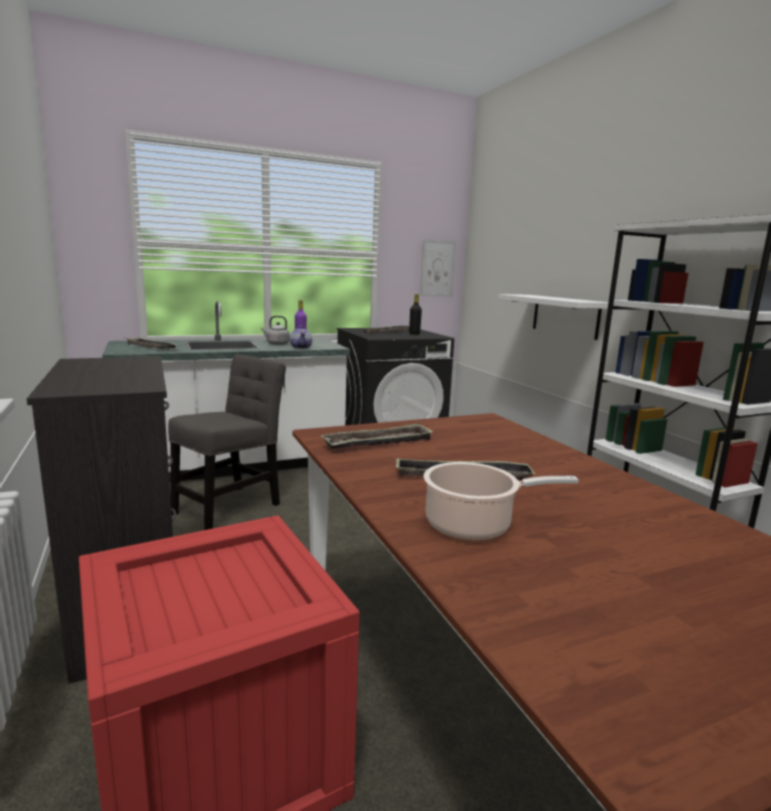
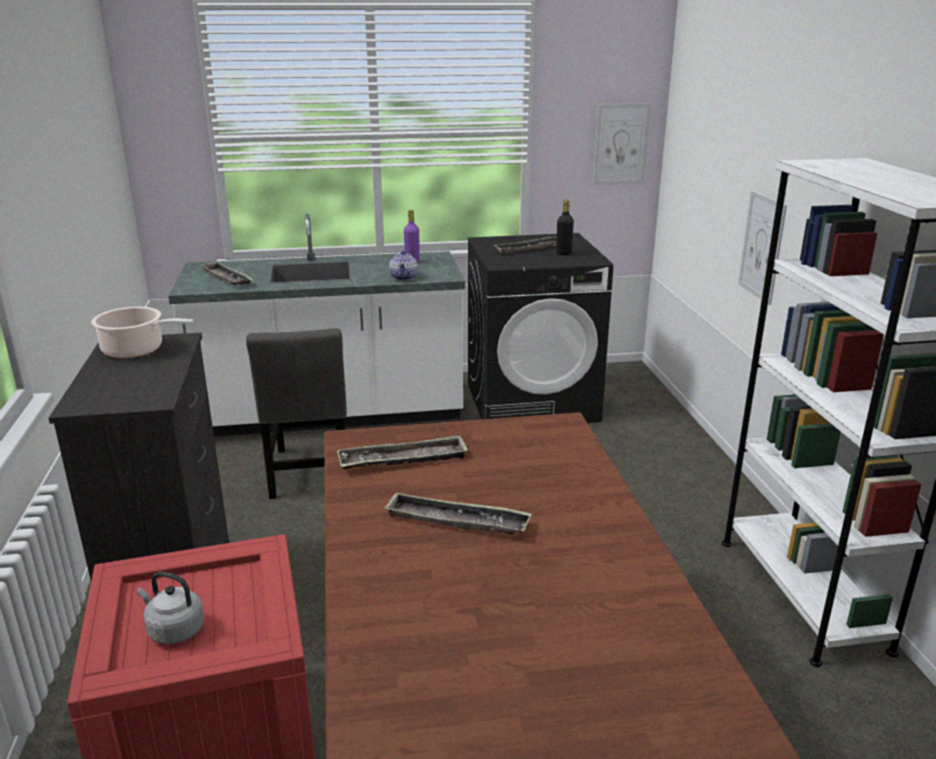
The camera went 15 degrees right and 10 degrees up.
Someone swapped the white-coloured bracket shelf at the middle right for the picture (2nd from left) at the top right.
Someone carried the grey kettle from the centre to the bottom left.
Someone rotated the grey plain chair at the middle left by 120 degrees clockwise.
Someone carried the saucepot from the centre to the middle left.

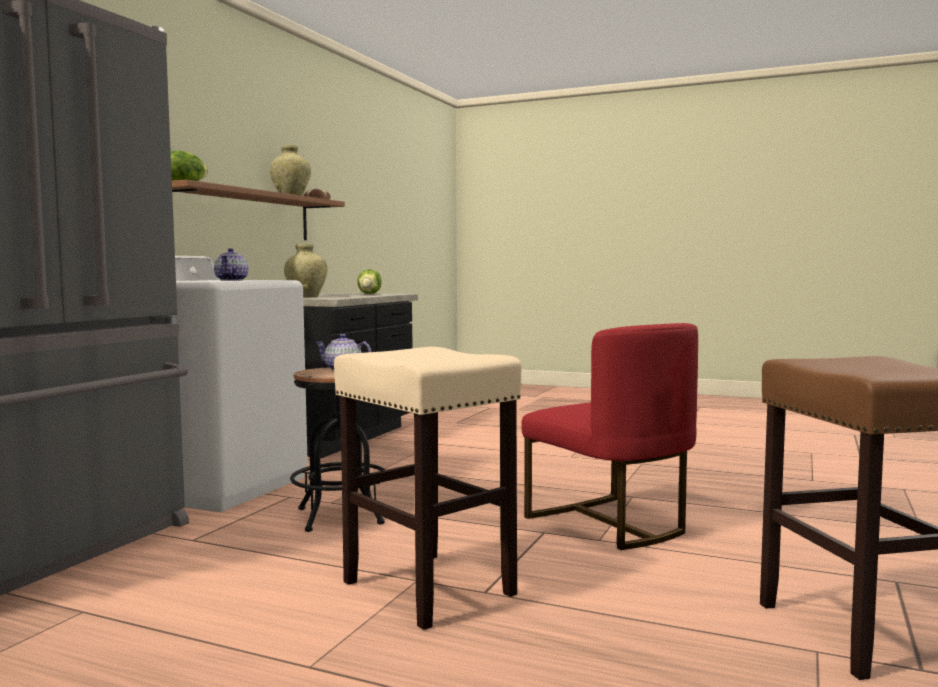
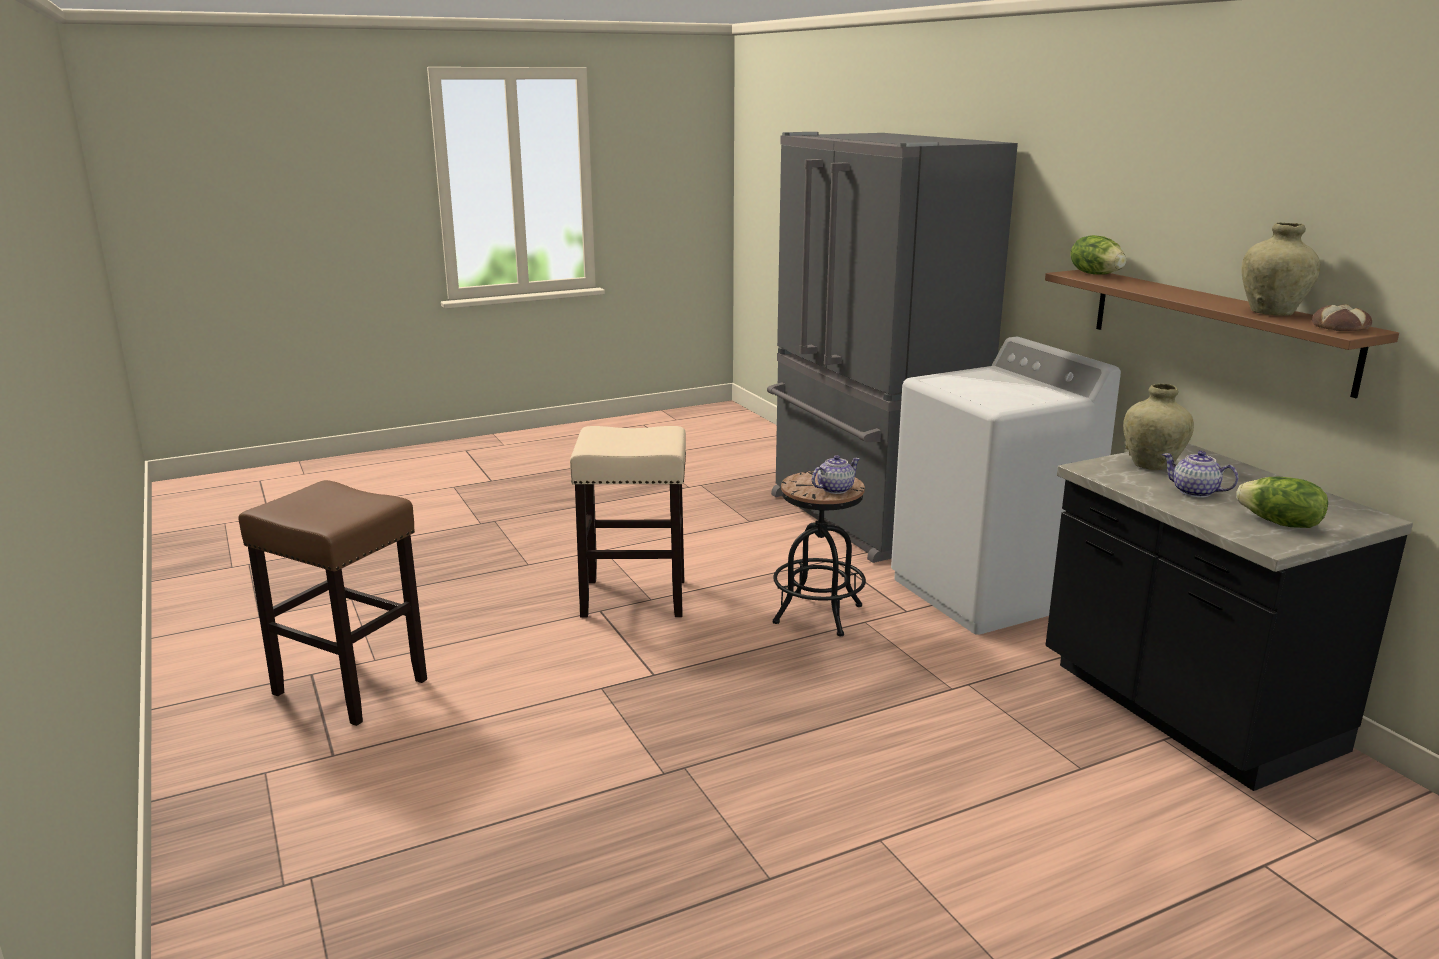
The camera went 130 degrees right and 15 degrees up.
Someone carried the tea pot (1st from left in the first image) from the middle left to the middle right.
Someone took away the reddish plain chair at the centre.

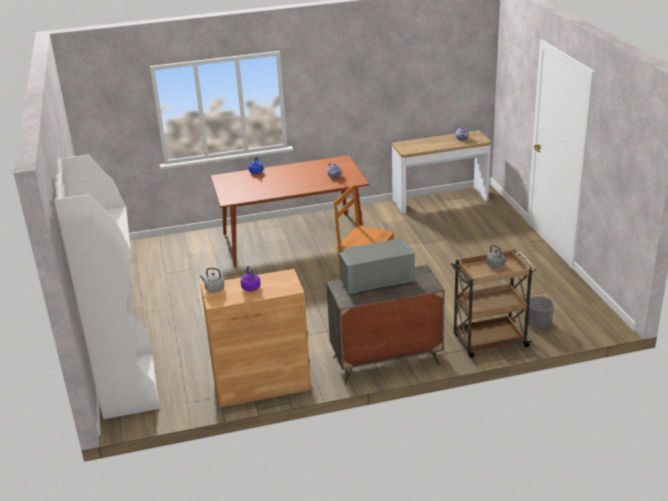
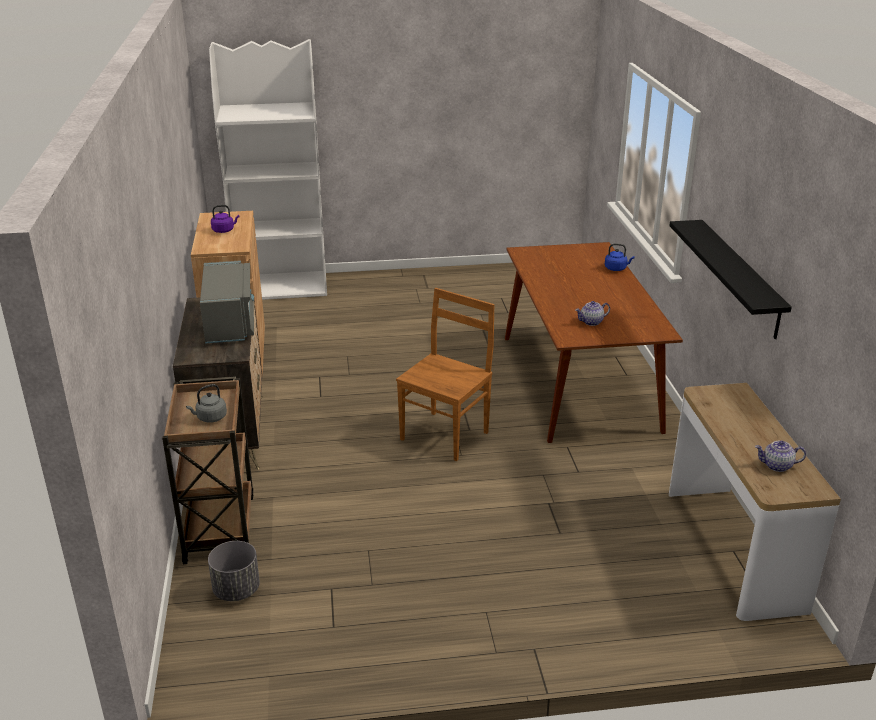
The camera went 95 degrees right and 0 degrees up.
Someone took away the grey kettle (1st from left) at the middle left.
Someone put up the black-coloured bracket shelf at the middle right.

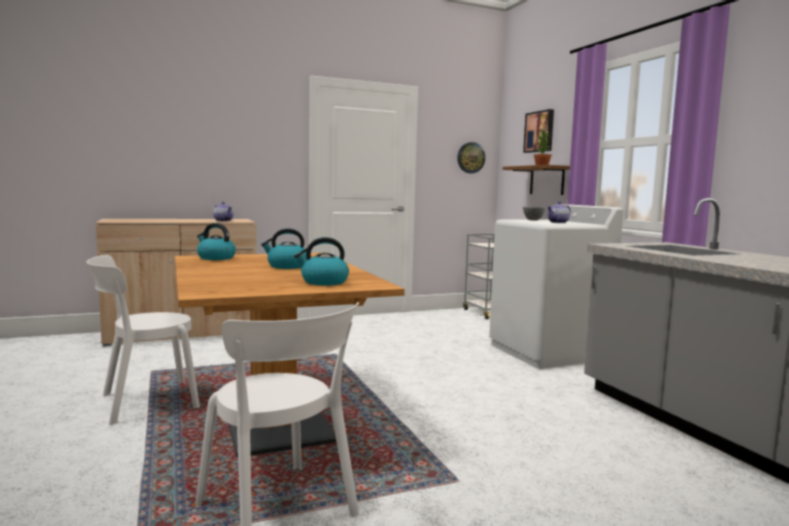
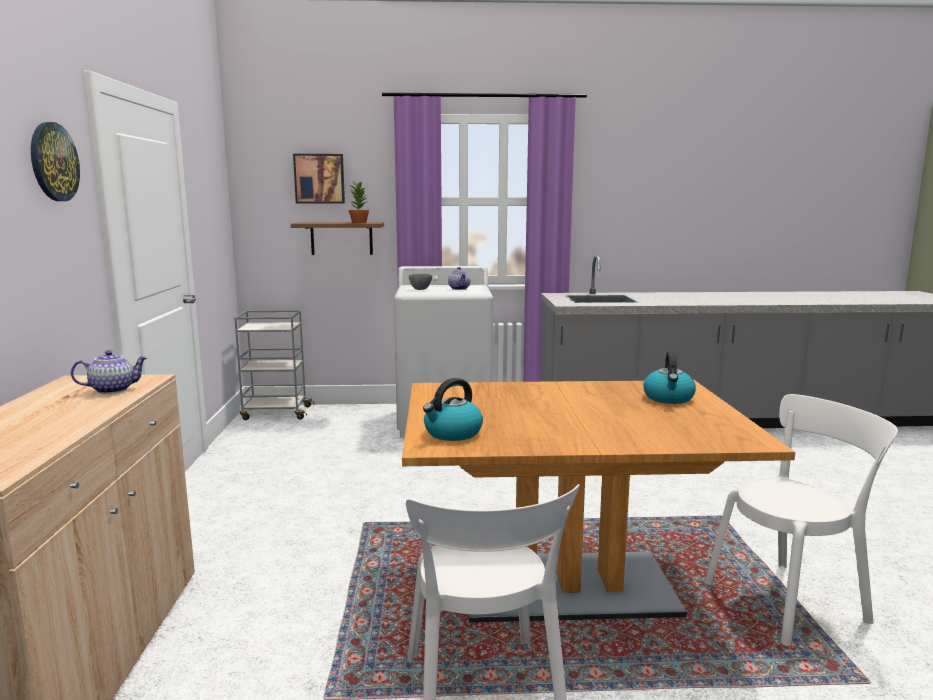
The camera went 70 degrees left and 5 degrees up.
Someone carried the wall clock from the top centre to the top left.
Someone took away the kettle (2nd from left) at the centre.

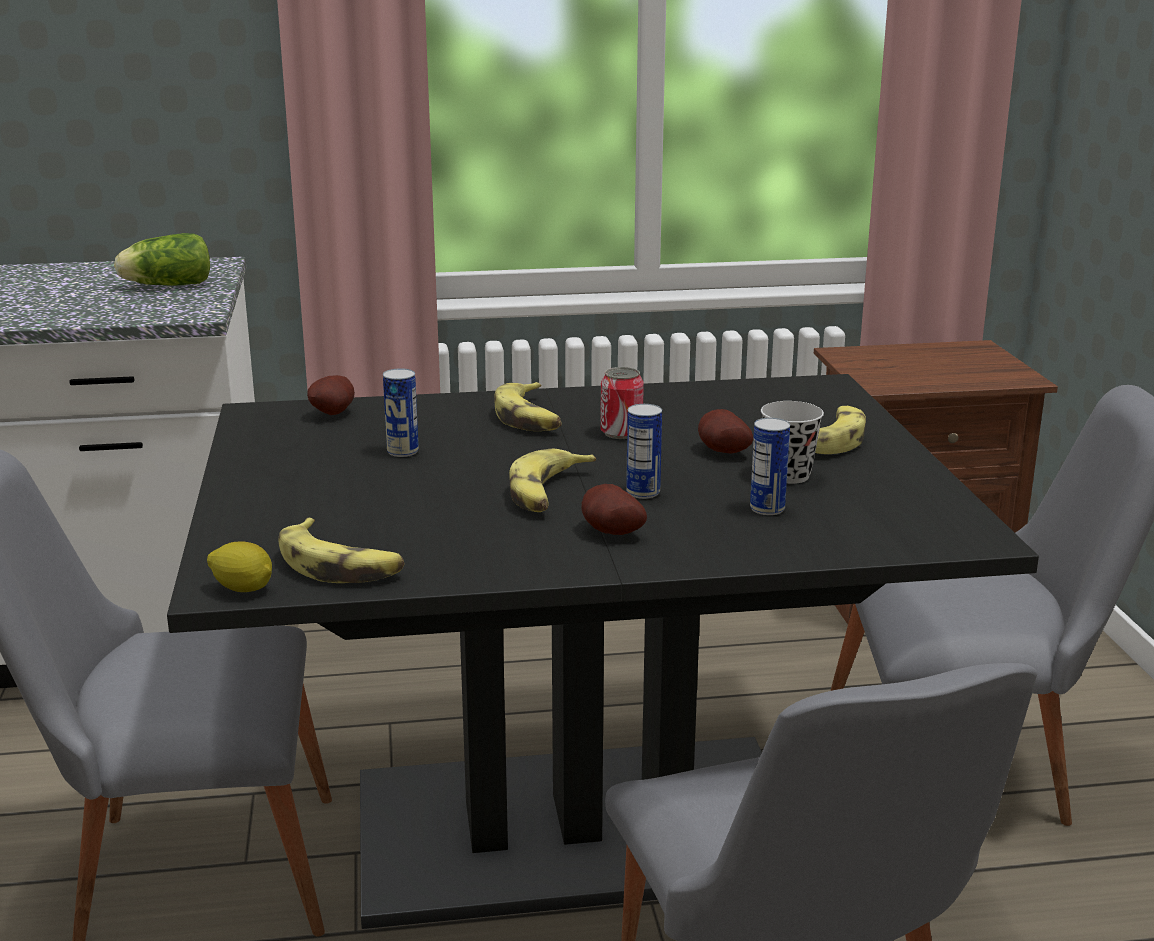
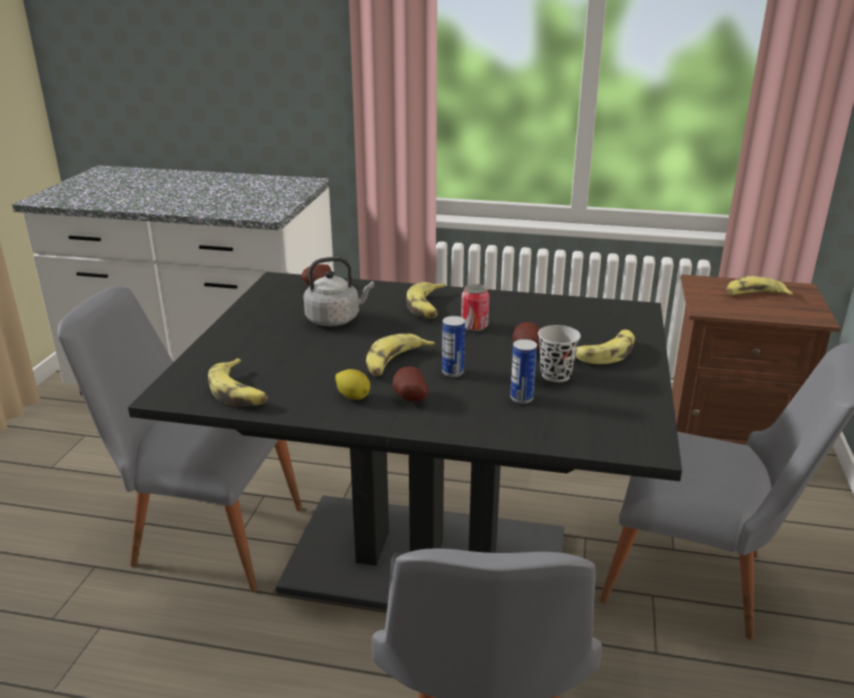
The camera went 20 degrees right and 5 degrees up.
Someone took away the head of lettuce at the top left.
Someone swapped the sealed can (1st from left) at the centre for the grey kettle at the centre.
Someone carried the lemon from the middle left to the centre.
Someone put down the whole banana (5th from left) at the middle right.

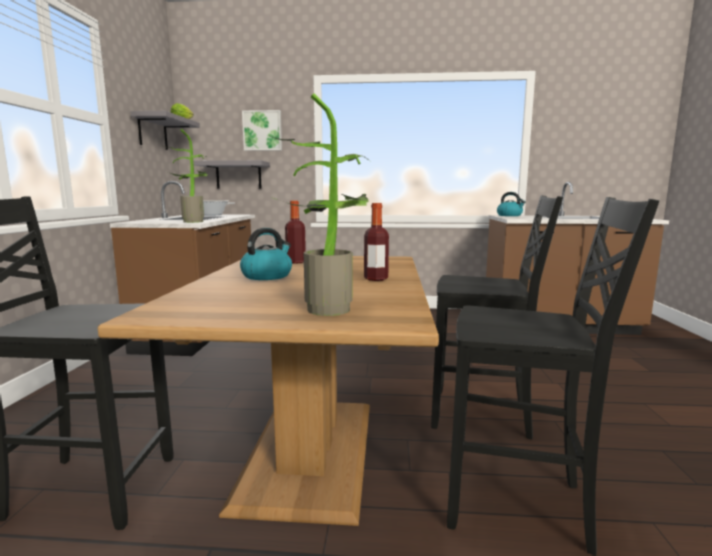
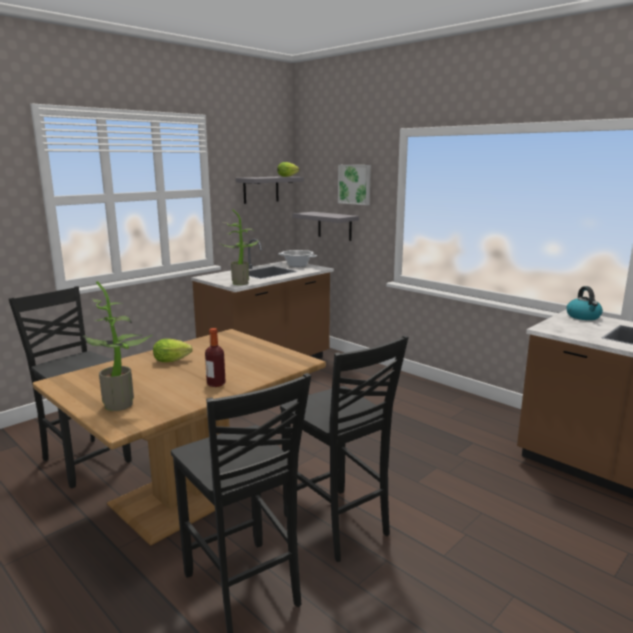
The camera went 40 degrees right and 5 degrees up.
Someone took away the beverage bottle (1st from left) at the centre.
Someone swapped the kettle (1st from left) at the centre for the head of lettuce (1st from left) at the middle left.

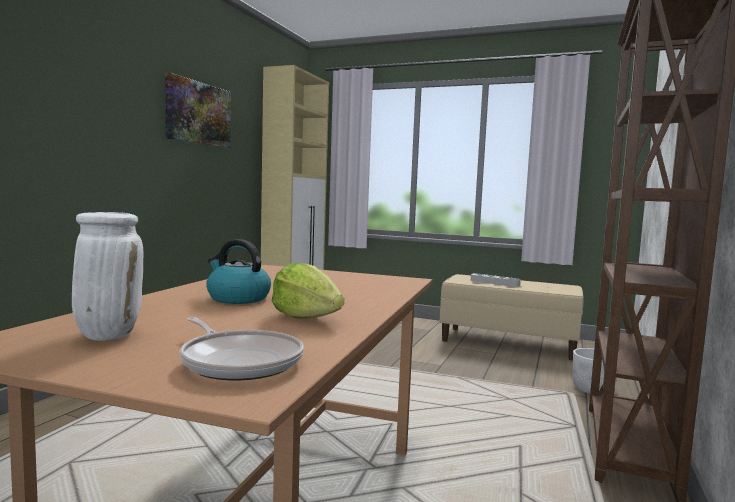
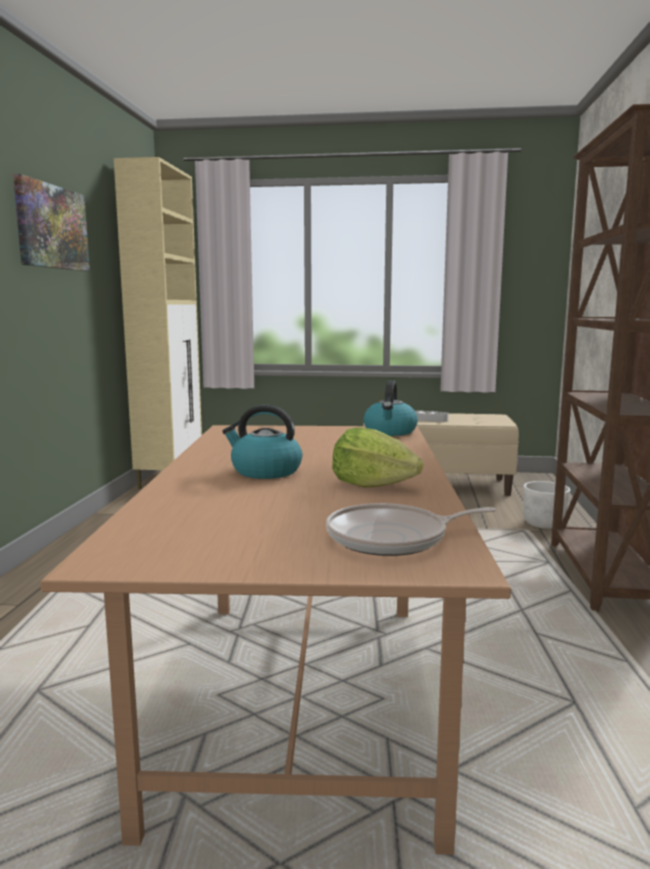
The camera went 15 degrees left and 5 degrees up.
Someone took away the white-coloured decorative vase at the middle left.
Someone rotated the pan at the bottom left by 135 degrees clockwise.
Someone put down the kettle (2nd from left) at the centre.

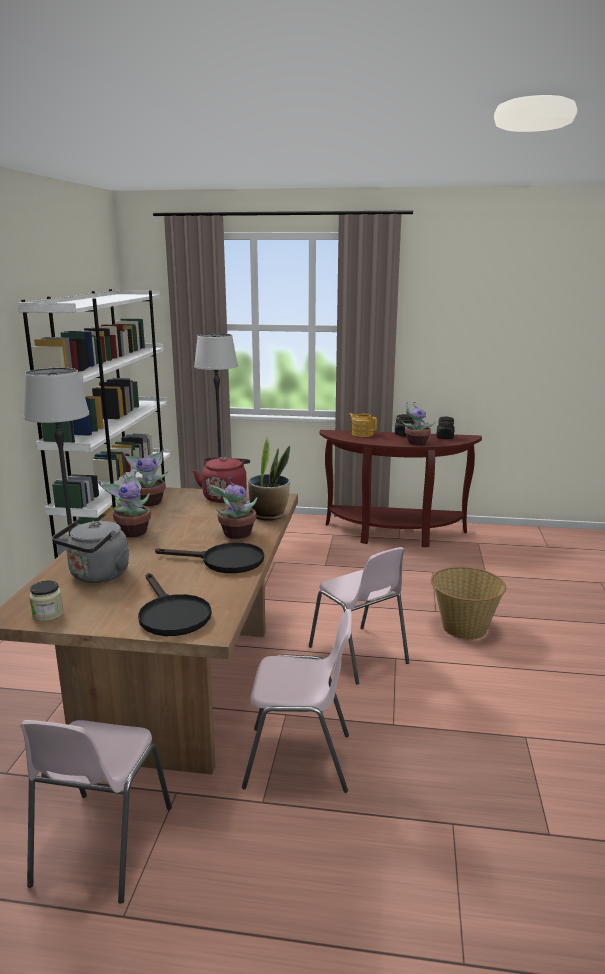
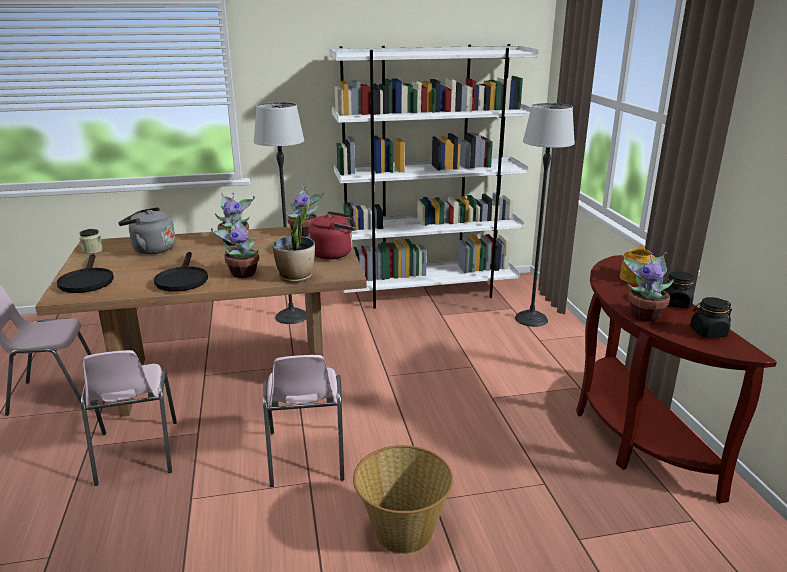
The camera went 70 degrees right and 5 degrees up.
Someone rotated the pinkish plain chair (3rd from left) at the centre by 45 degrees counterclockwise.
Someone rotated the black-coloured pan (1st from left) at the middle left by 60 degrees counterclockwise.

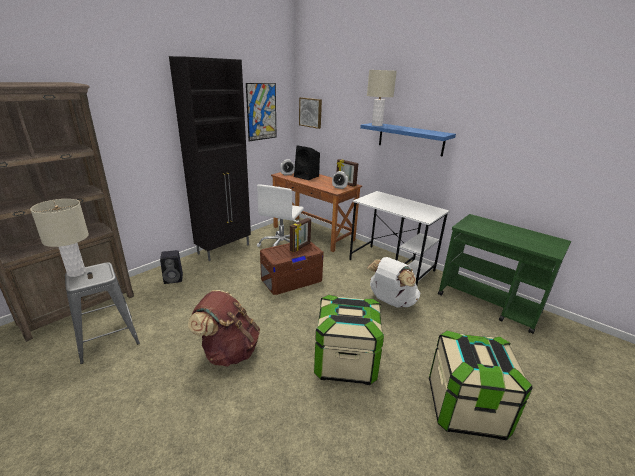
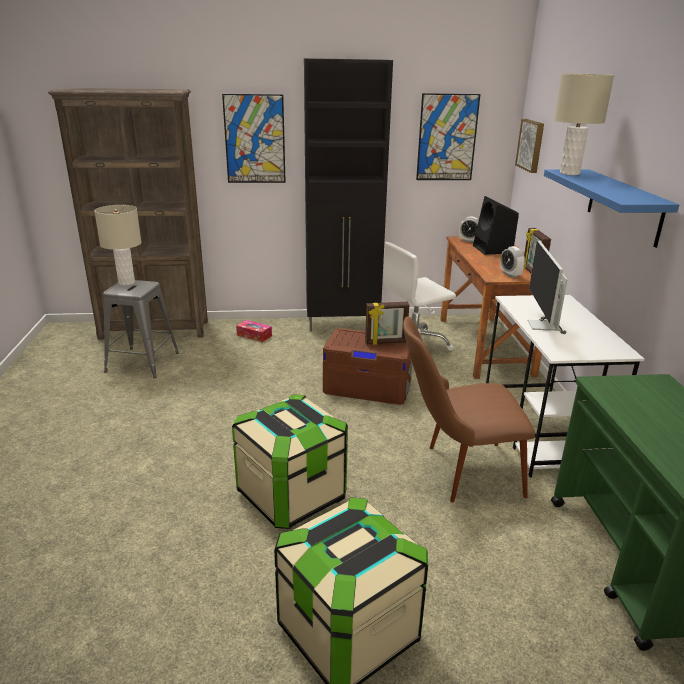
The camera went 45 degrees right and 0 degrees up.
Someone swapped the black-coloured audio speaker (1st from left) at the middle left for the tissue box at the centre.
Someone swapped the white-coloured rucksack at the centre for the brown-coloured plain chair at the middle right.
Someone took away the brown-coloured rucksack at the bottom centre.
Someone put up the picture (1st from left) at the top centre.
Someone put down the monitor at the middle right.

